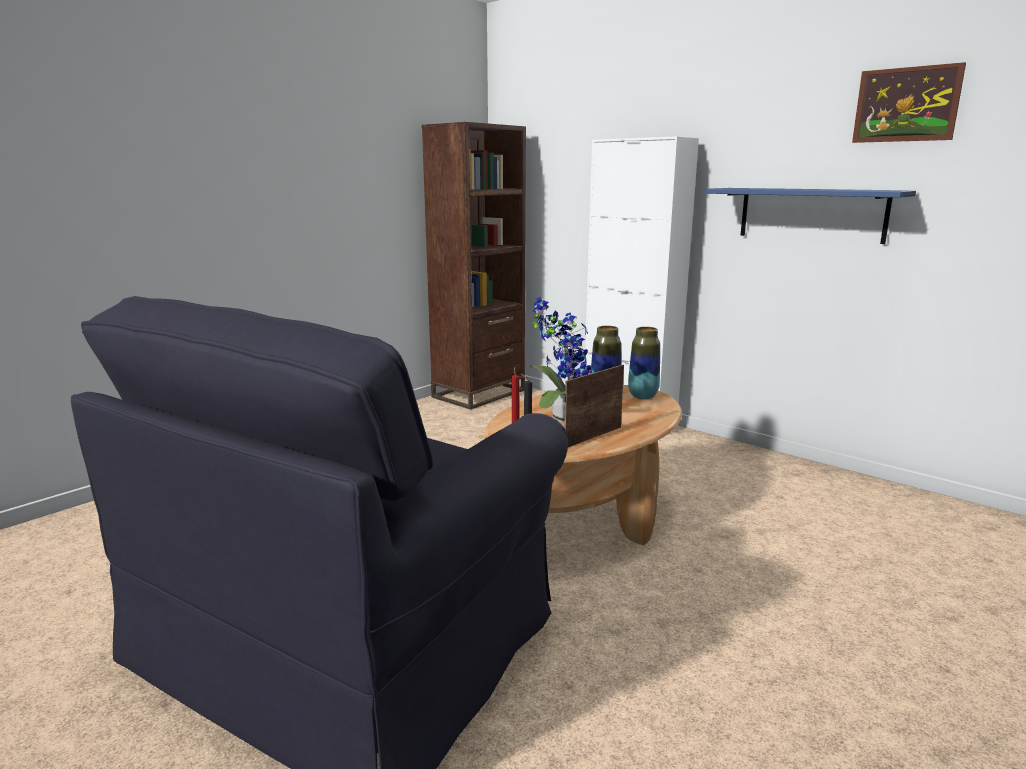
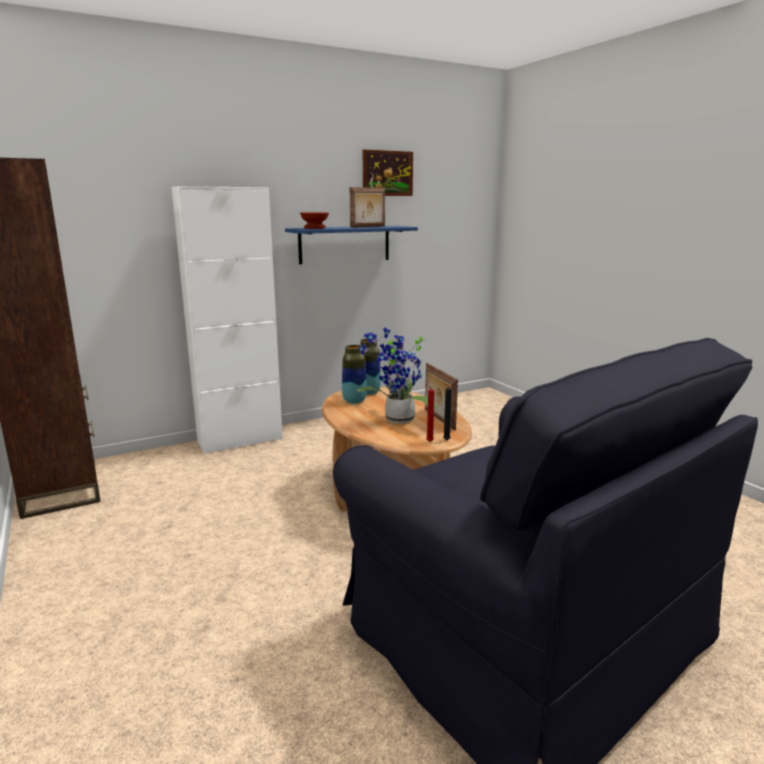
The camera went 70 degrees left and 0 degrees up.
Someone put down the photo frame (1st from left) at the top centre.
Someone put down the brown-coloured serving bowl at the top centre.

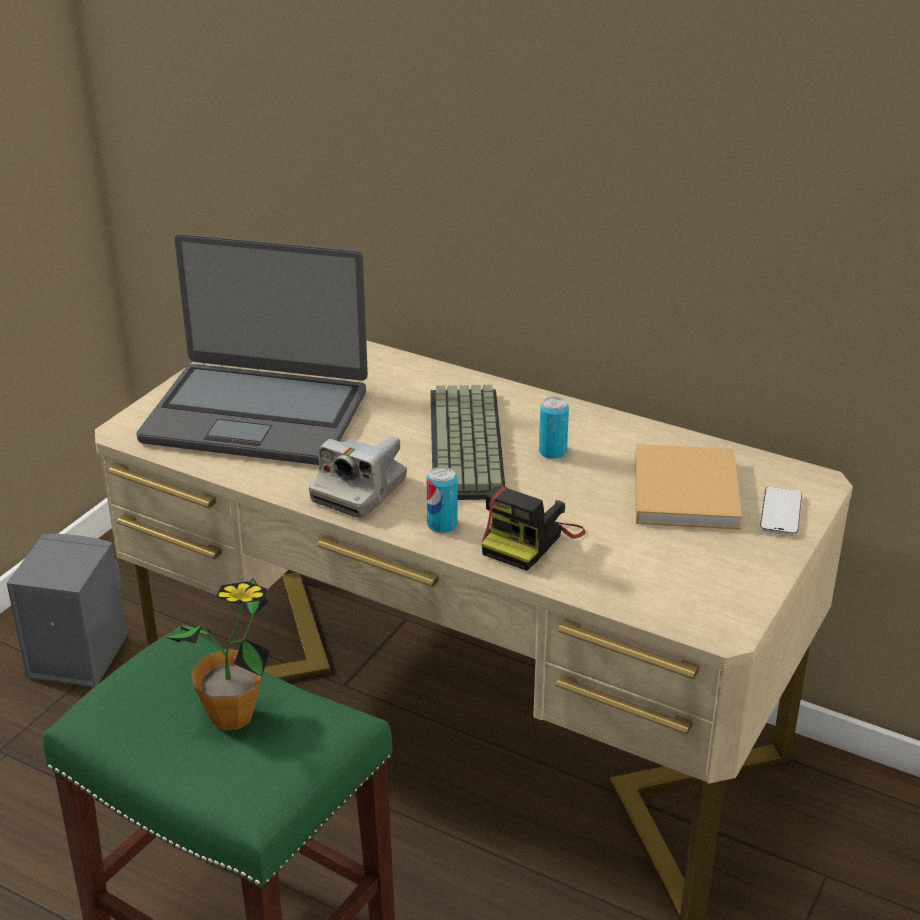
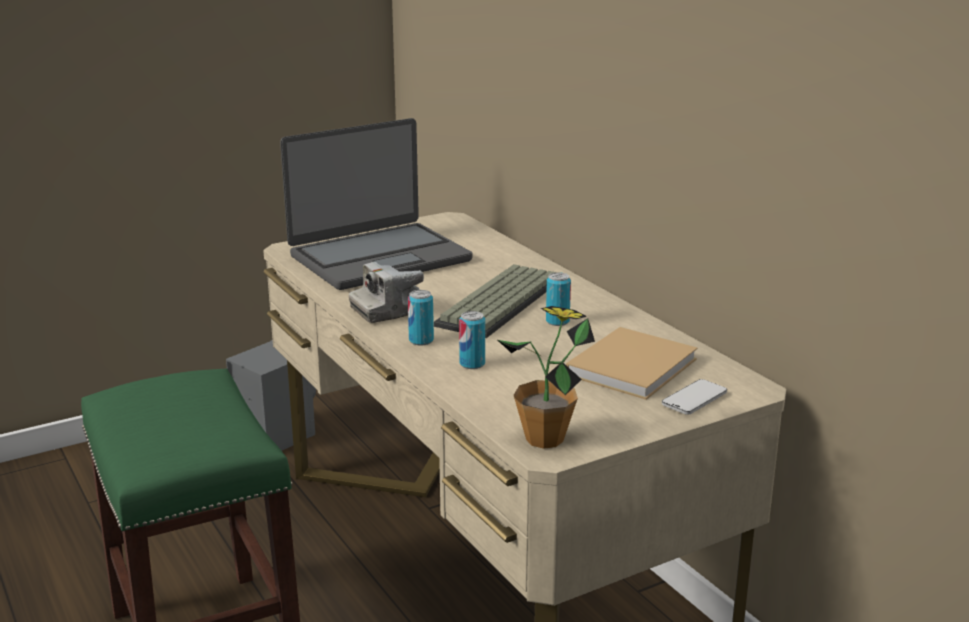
The camera went 30 degrees right and 10 degrees down.
Someone rotated the notebook computer at the middle left by 75 degrees counterclockwise.
Someone swapped the photo camera (2nd from left) at the centre for the sealed can (2nd from left) at the centre.
Someone carried the houseplant from the bottom left to the centre.

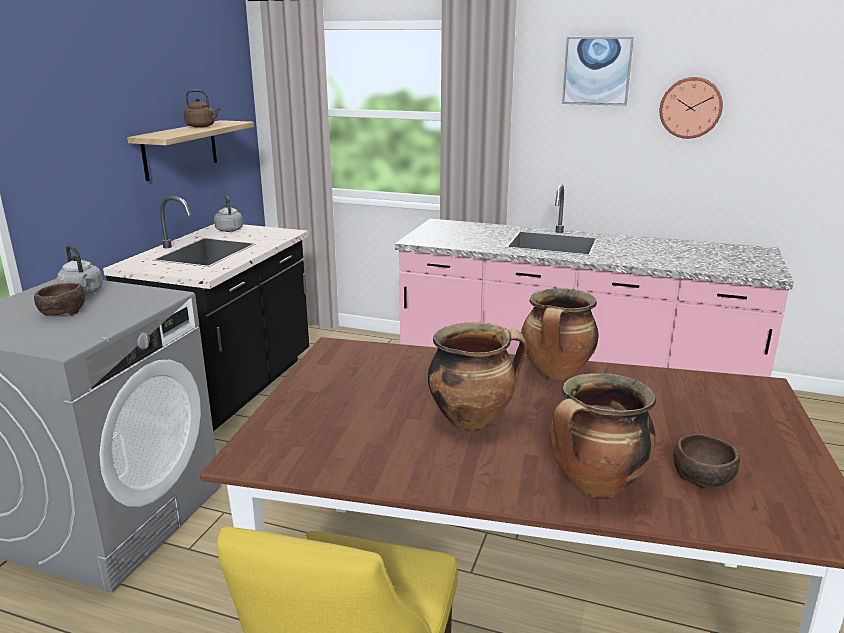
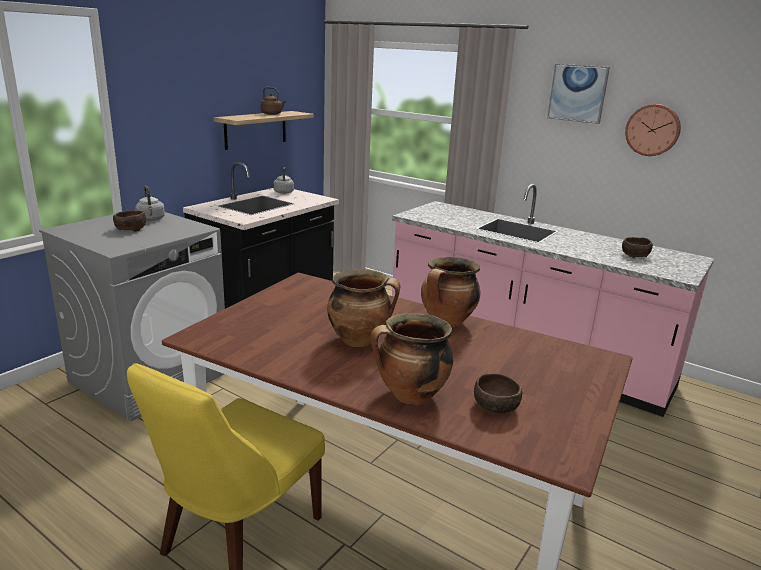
The camera went 15 degrees right and 0 degrees up.
Someone put down the brown-coloured serving bowl (3rd from left) at the middle right.

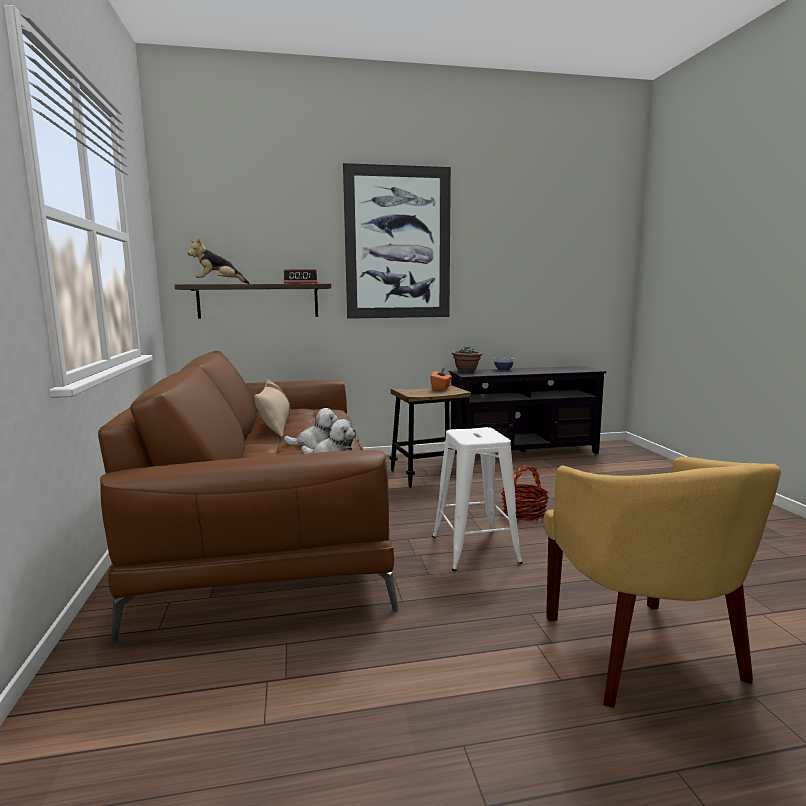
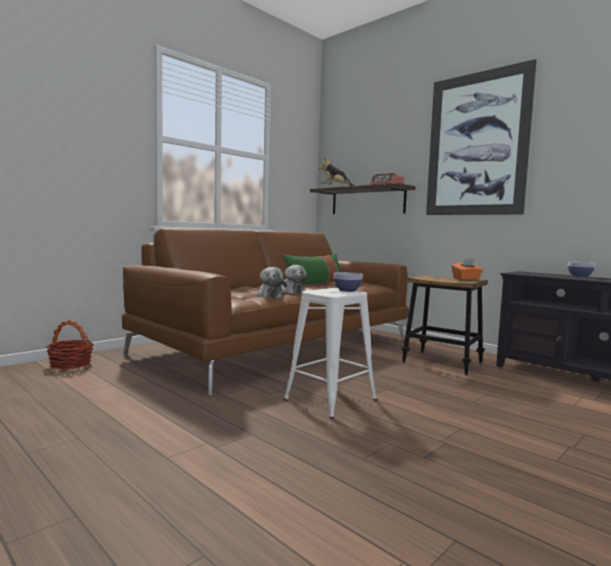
The camera went 55 degrees right and 5 degrees down.
Someone took away the houseplant at the centre.
Someone repainted the beige-coloured cushion at the centre, which became the green-coloured cushion at the centre.
Someone took away the yellow-coloured lounge chair at the bottom right.
Someone carried the basket from the centre to the middle left.
Someone put down the serving bowl (1st from left) at the centre.

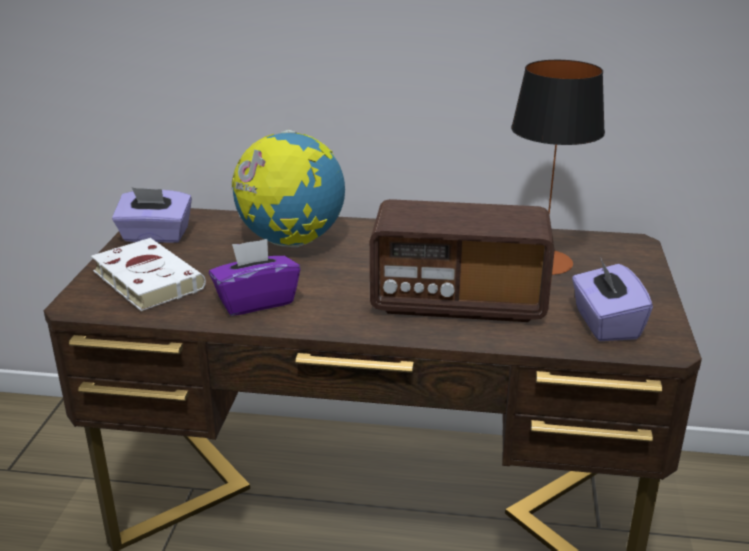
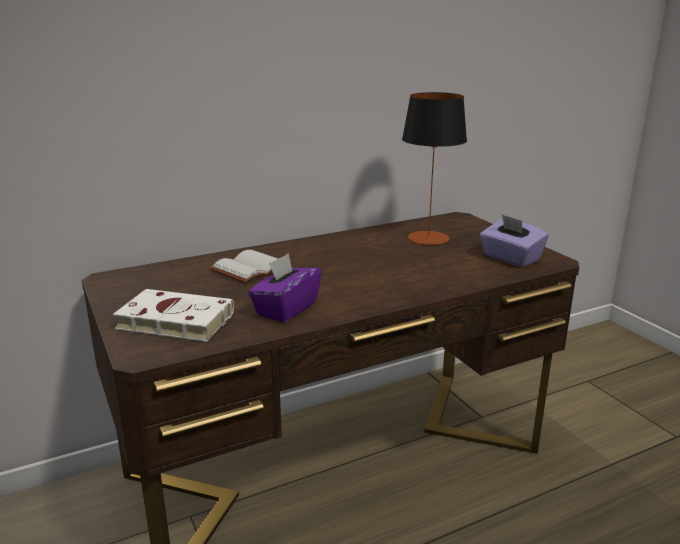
The camera went 35 degrees left and 5 degrees down.
Someone swapped the desk globe at the centre for the white-coloured volume (2nd from left) at the centre.
Someone took away the purple tissue box (1st from left) at the middle left.
Someone took away the radio at the centre.

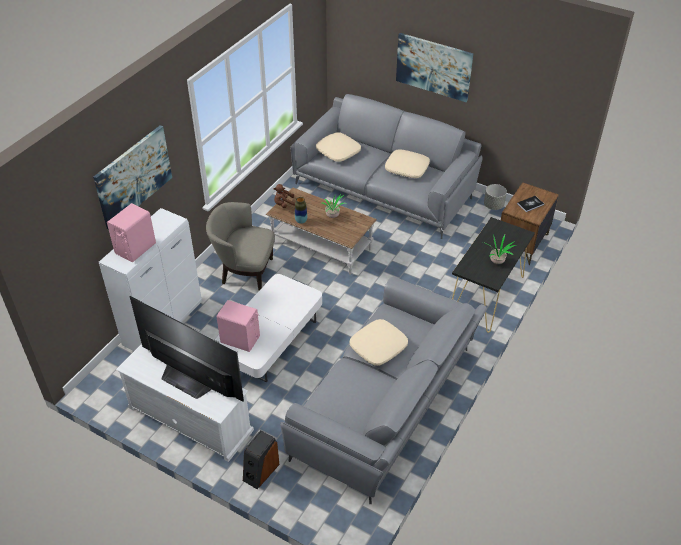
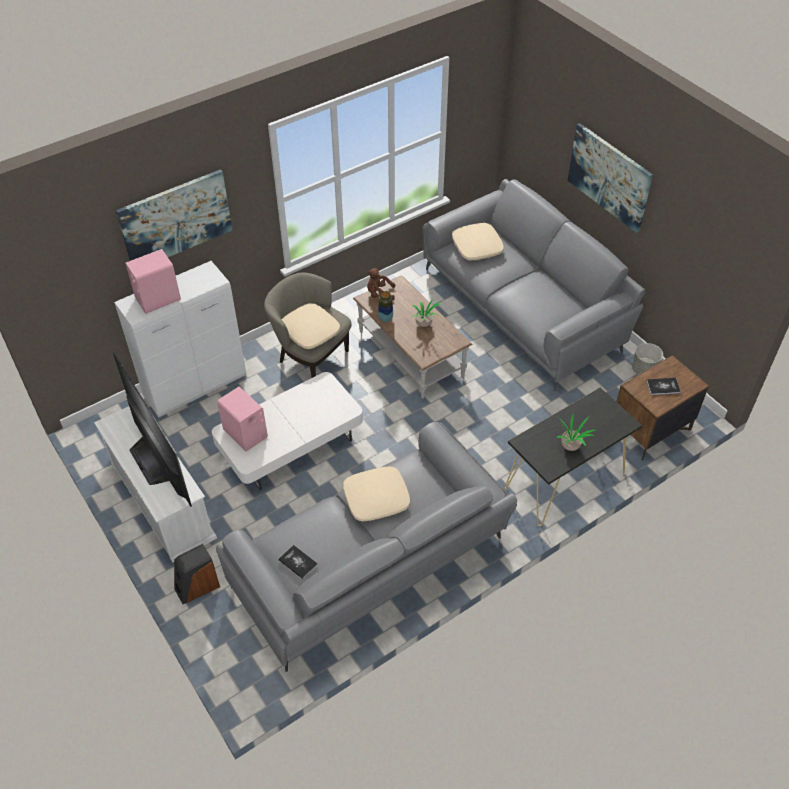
The camera went 25 degrees right and 5 degrees up.
Someone carried the beige-coloured cushion (3rd from left in the first image) from the top centre to the centre.
Someone put down the volume (1st from left) at the bottom centre.

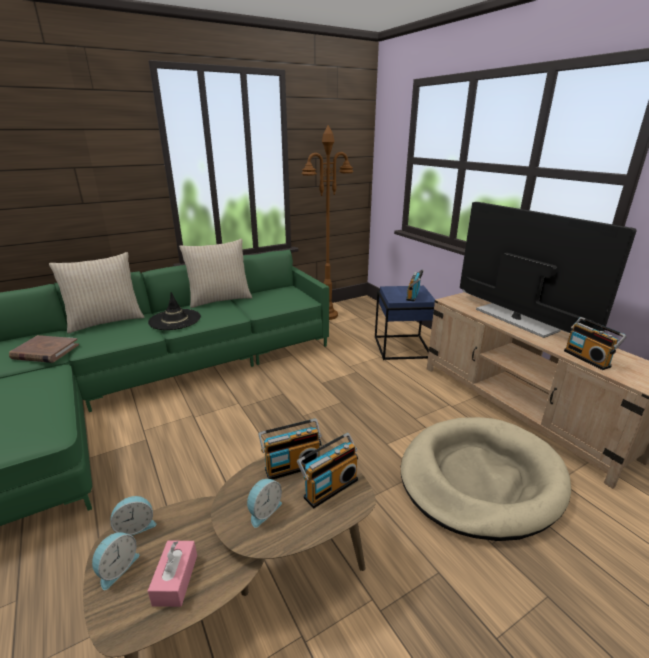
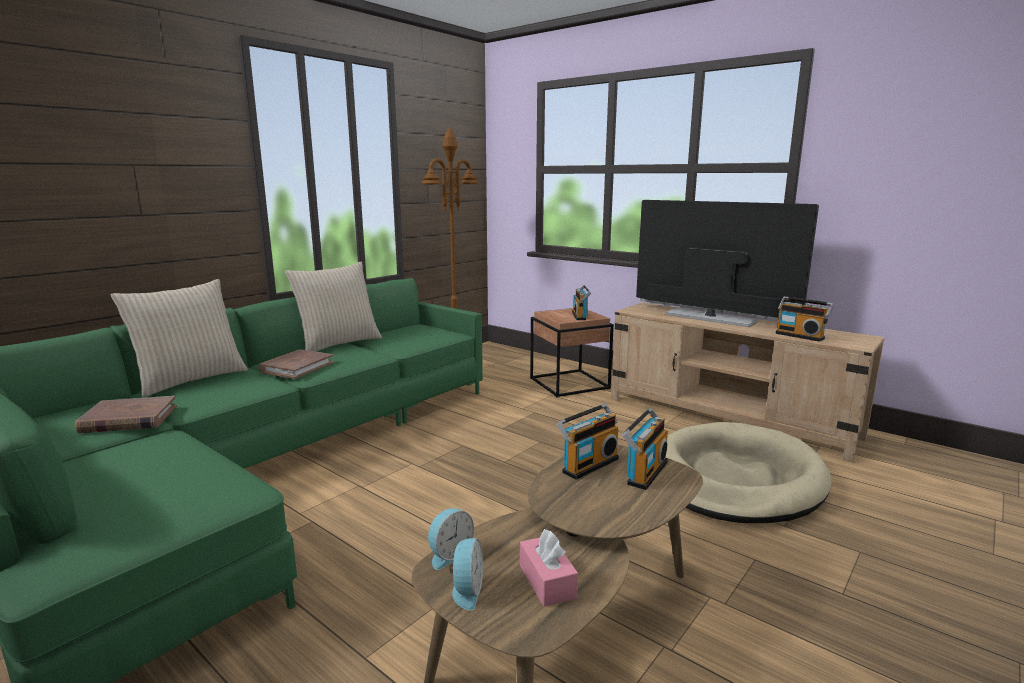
The camera went 20 degrees left and 10 degrees down.
Someone repainted the blue-coloured side table at the centre, which became the brown-coloured side table at the centre.
Someone swapped the black-coloured wearable hat at the middle left for the brown-coloured volume (2nd from left) at the middle left.
Someone took away the table clock (3rd from left) at the bottom centre.

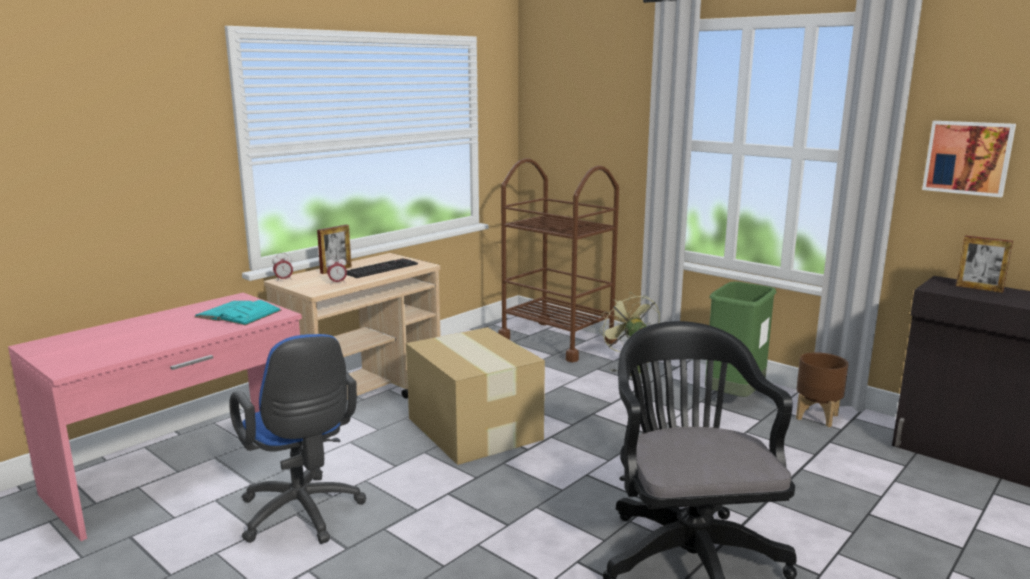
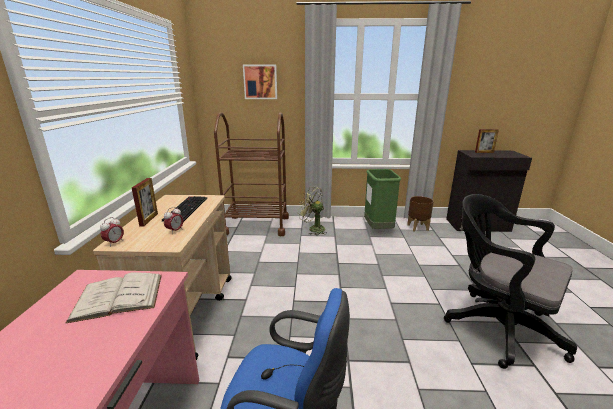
The camera went 40 degrees left and 5 degrees up.
Someone carried the picture from the top right to the top centre.
Someone repainted the blue-green volume at the middle left, which became the white-coloured volume at the bottom left.
Someone took away the packing box at the bottom centre.

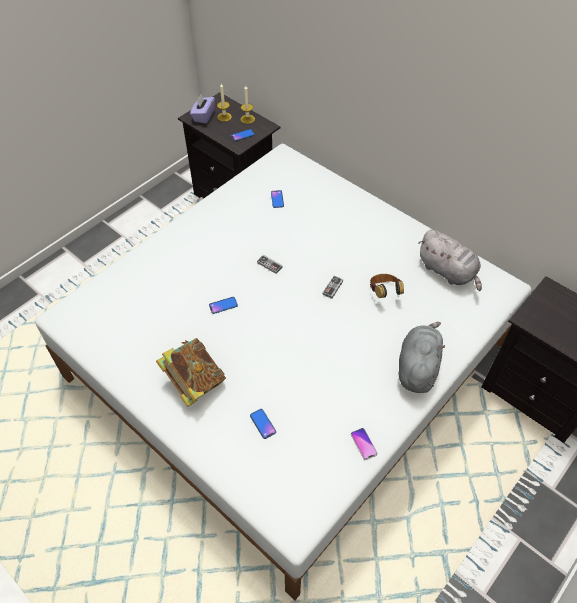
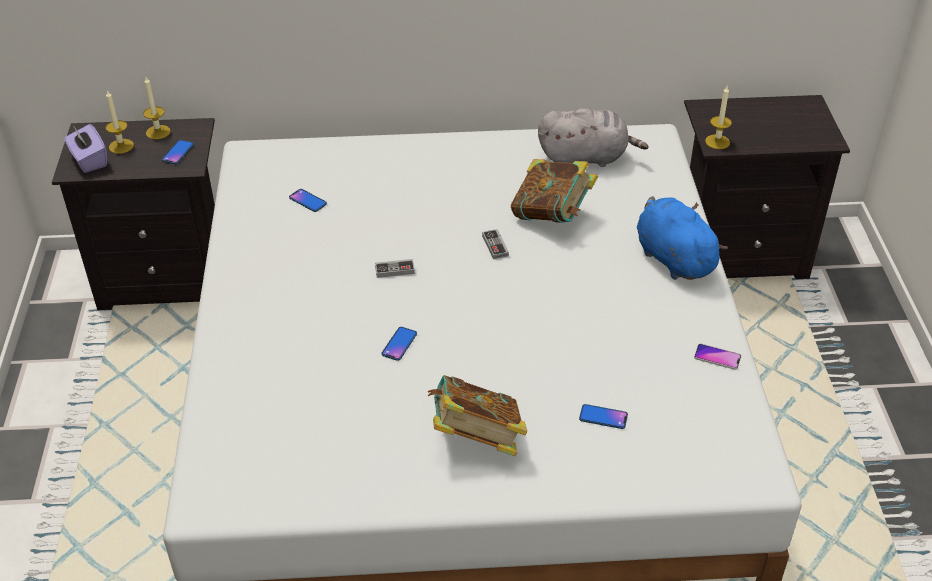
The camera went 45 degrees left and 10 degrees down.
Someone swapped the headset at the middle right for the volume (2nd from left) at the top centre.
Someone repainted the grey soft toy (1st from left) at the middle right, which became the blue-coloured soft toy at the middle right.
Someone put down the wax light (3rd from left) at the top right.

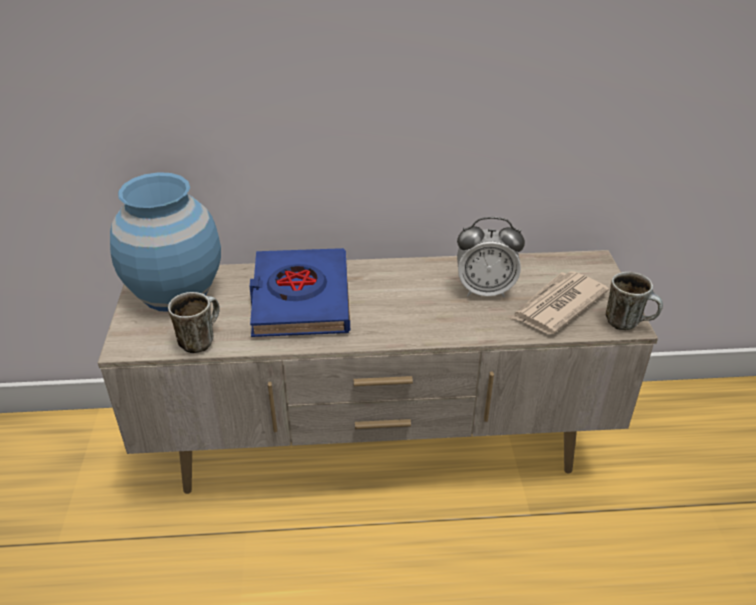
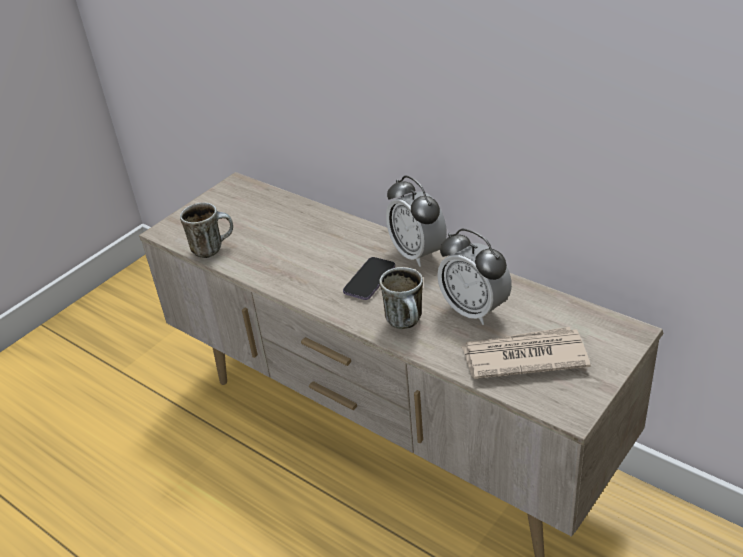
The camera went 45 degrees right and 0 degrees up.
Someone took away the blue-coloured decorative vase at the middle left.
Someone took away the blue-coloured volume at the centre.
Someone carried the coffee mug (2nd from left) from the middle right to the centre.
Someone put down the table clock (1st from left) at the centre.
Someone put down the telephone at the centre.

